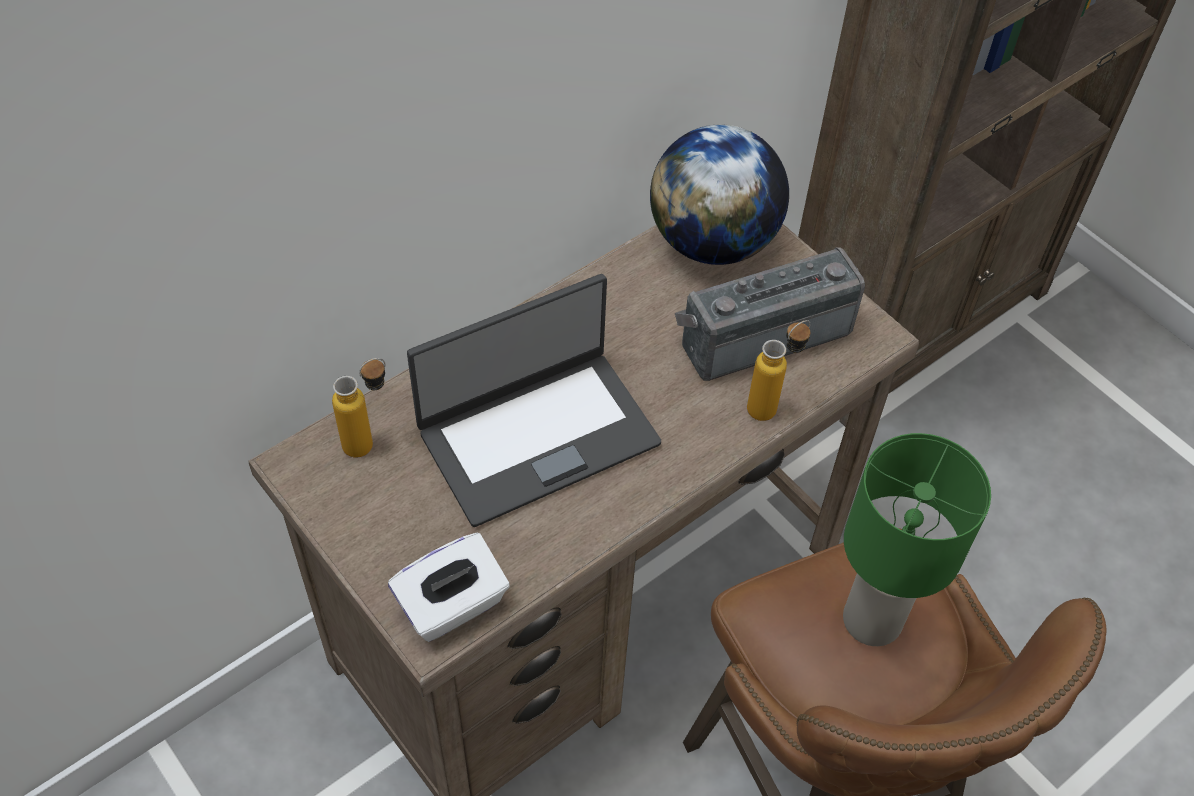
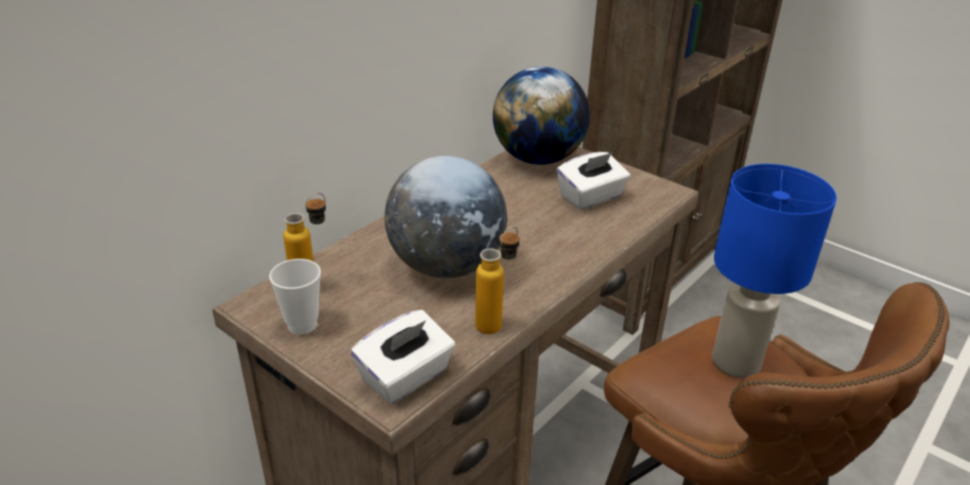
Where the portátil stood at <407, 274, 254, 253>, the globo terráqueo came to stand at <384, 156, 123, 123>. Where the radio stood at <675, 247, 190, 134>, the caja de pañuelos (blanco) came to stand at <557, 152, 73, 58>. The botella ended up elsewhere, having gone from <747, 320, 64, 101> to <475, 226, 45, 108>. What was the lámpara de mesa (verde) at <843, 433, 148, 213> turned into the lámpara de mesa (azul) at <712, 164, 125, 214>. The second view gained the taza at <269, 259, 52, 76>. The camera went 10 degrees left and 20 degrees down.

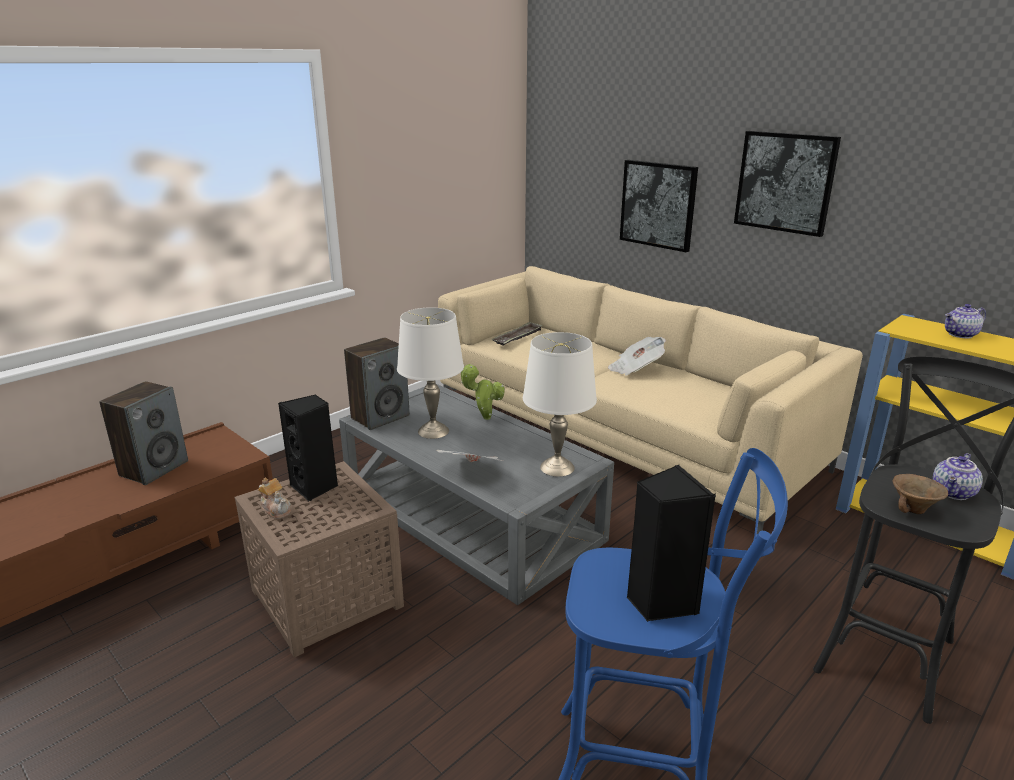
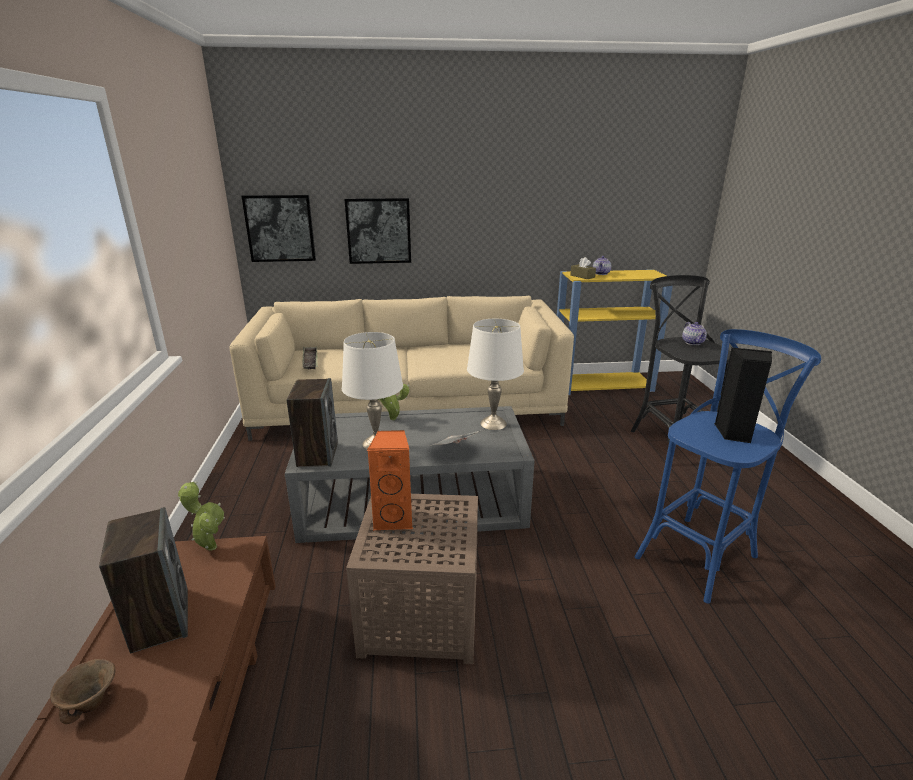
The second view lost the tetera at <258, 478, 33, 41>. What was the altavoz (negro) at <278, 395, 60, 106> turned into the altavoz (naranja) at <367, 430, 46, 100>. The second view lost the periódico at <608, 337, 58, 38>. The cuadro ended up elsewhere, having gone from <734, 131, 107, 106> to <241, 195, 75, 67>. The cuenco (marrón) ended up elsewhere, having gone from <892, 474, 57, 40> to <50, 659, 66, 65>. The second view gained the planta en maceta at <178, 482, 47, 69>. The second view gained the caja de pañuelos (marrón) at <570, 257, 26, 22>. The camera went 50 degrees left and 0 degrees up.

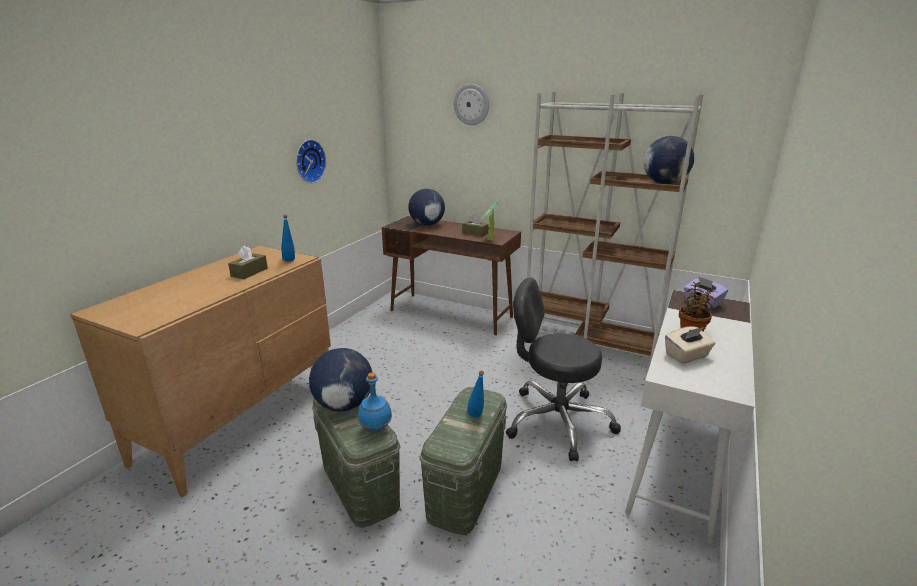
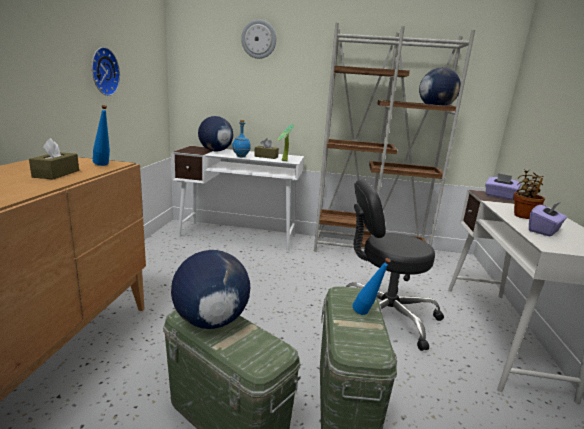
The botella (azul) ended up elsewhere, having gone from <358, 372, 34, 63> to <232, 120, 19, 37>. What was the escritorio (marrón) at <382, 216, 139, 119> turned into the escritorio (blanco) at <171, 146, 133, 104>. What was the caja de pañuelos (beis) at <665, 326, 51, 38> turned into the caja de pañuelos (morado) at <529, 202, 38, 35>. The camera went 20 degrees left and 5 degrees down.

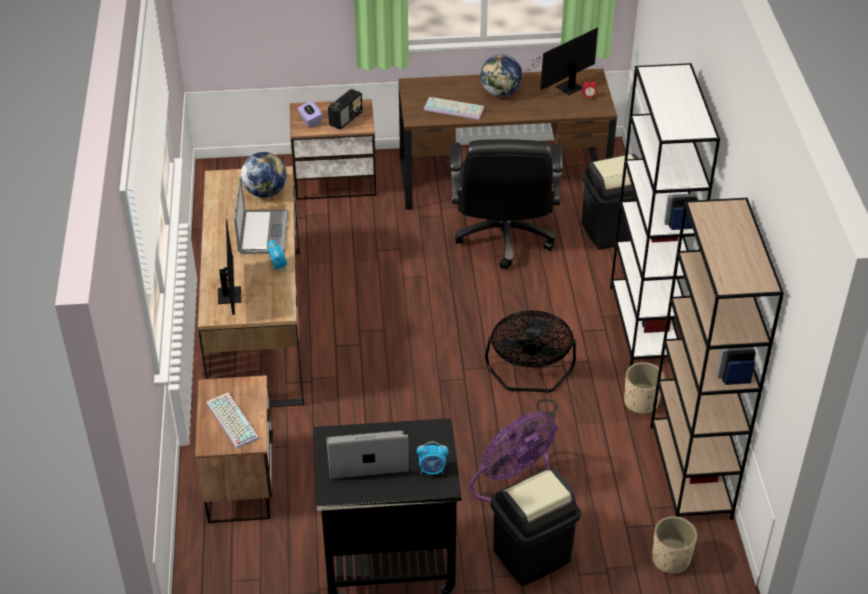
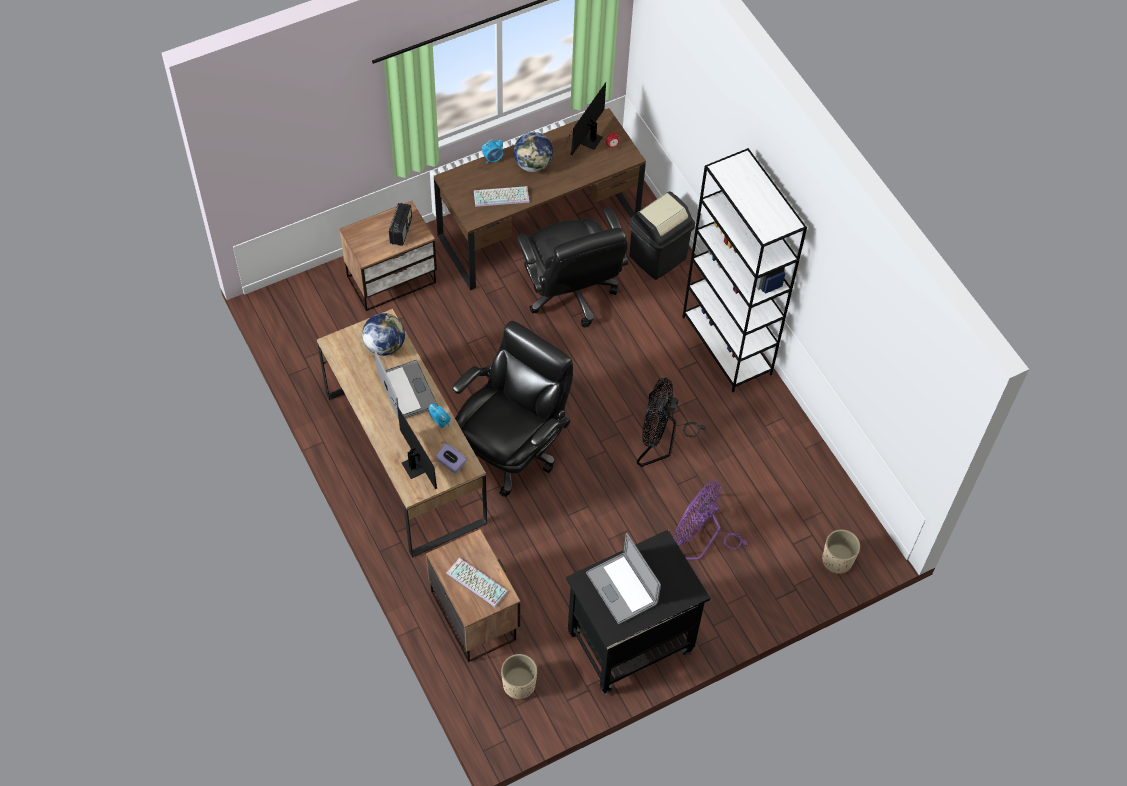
The caja de pañuelos (morado) ended up elsewhere, having gone from <297, 101, 25, 26> to <435, 443, 32, 30>. The portátil at <327, 430, 82, 49> ended up facing another way, 90 degrees counterclockwise from before. The despertador ended up elsewhere, having gone from <417, 442, 31, 33> to <482, 139, 21, 25>. The ventilador (negro) at <485, 311, 91, 107> ended up facing another way, 60 degrees counterclockwise from before. The second view lost the papelera (negro) at <491, 469, 90, 117>. The maceta (beis) ended up elsewhere, having gone from <624, 362, 40, 53> to <501, 654, 36, 45>. The second view lost the estantería (beis) at <650, 198, 134, 322>. The second view gained the silla de oficina (negro) at <453, 321, 120, 176>. The camera went 25 degrees left and 15 degrees up.

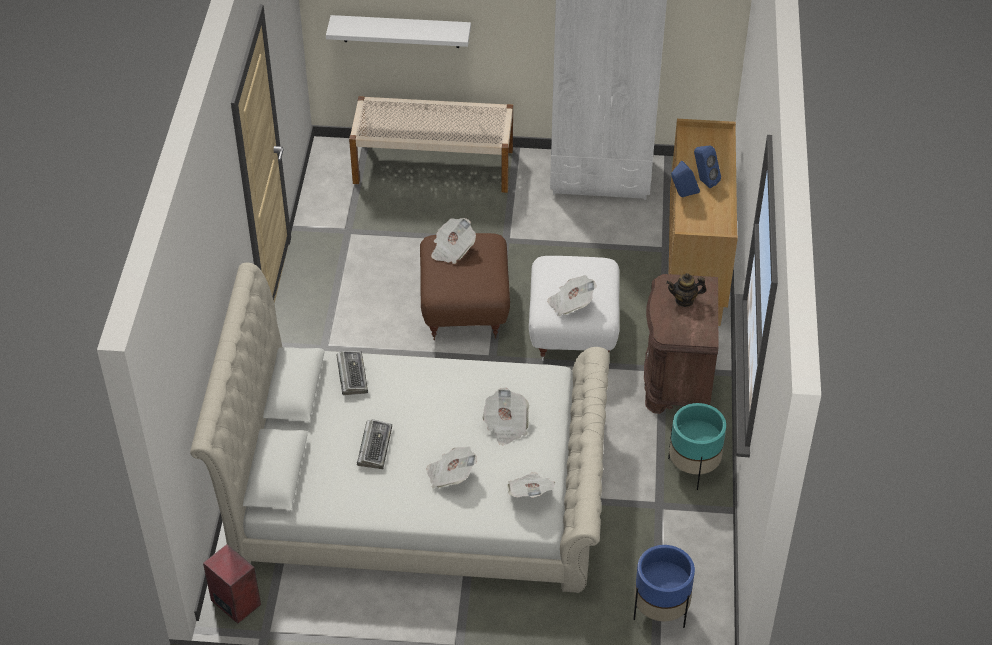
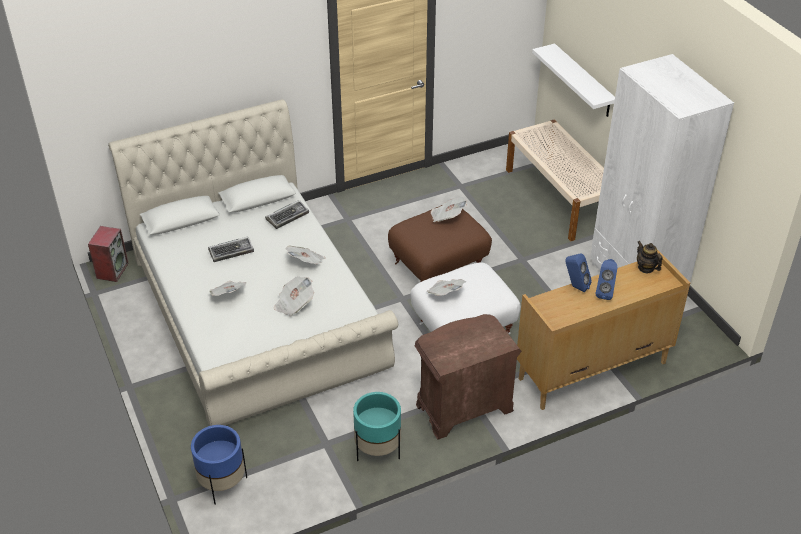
The periódico ended up elsewhere, having gone from <507, 472, 48, 26> to <285, 246, 41, 19>. The tetera ended up elsewhere, having gone from <666, 273, 41, 34> to <637, 241, 26, 32>. The camera went 60 degrees right and 5 degrees down.

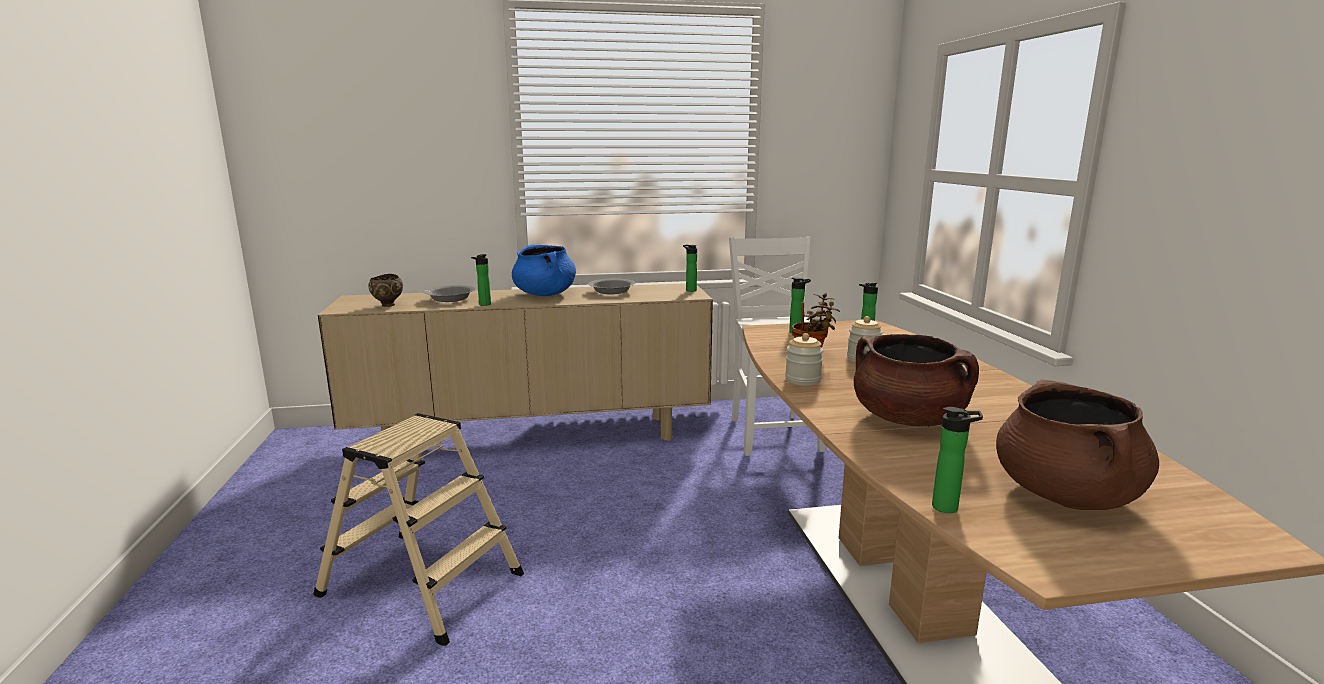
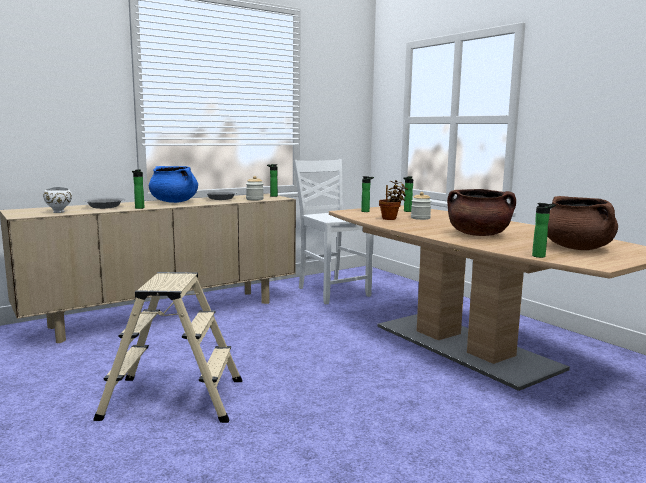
What was the cuenco (marrón) at <369, 274, 34, 33> turned into the cuenco (blanco) at <43, 187, 29, 26>. The tarro ended up elsewhere, having gone from <785, 333, 38, 53> to <246, 176, 18, 24>. The camera went 25 degrees left and 5 degrees down.

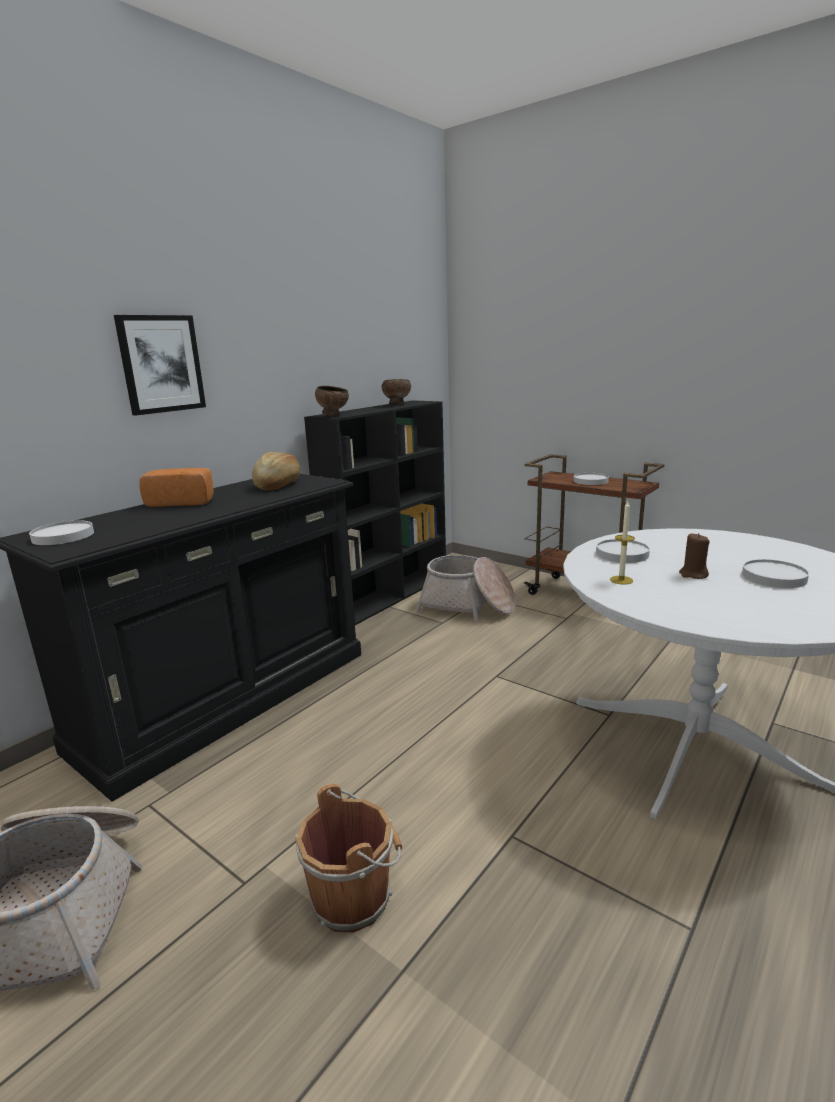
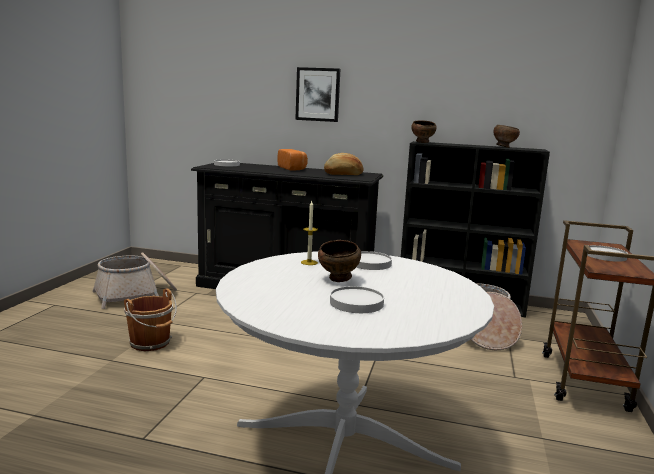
Where the vela (marrón) stood at <679, 533, 31, 46>, the cuenco (marrón) came to stand at <318, 240, 43, 42>. The camera went 65 degrees right and 5 degrees down.

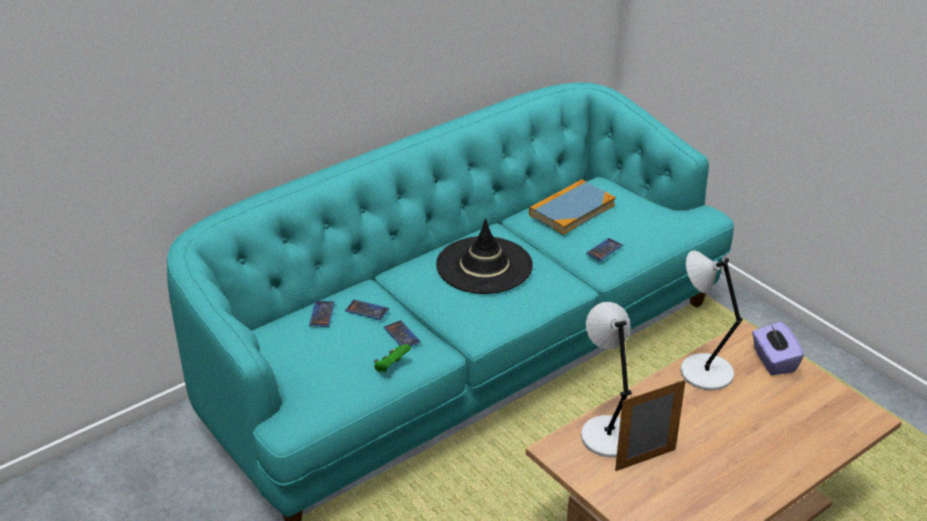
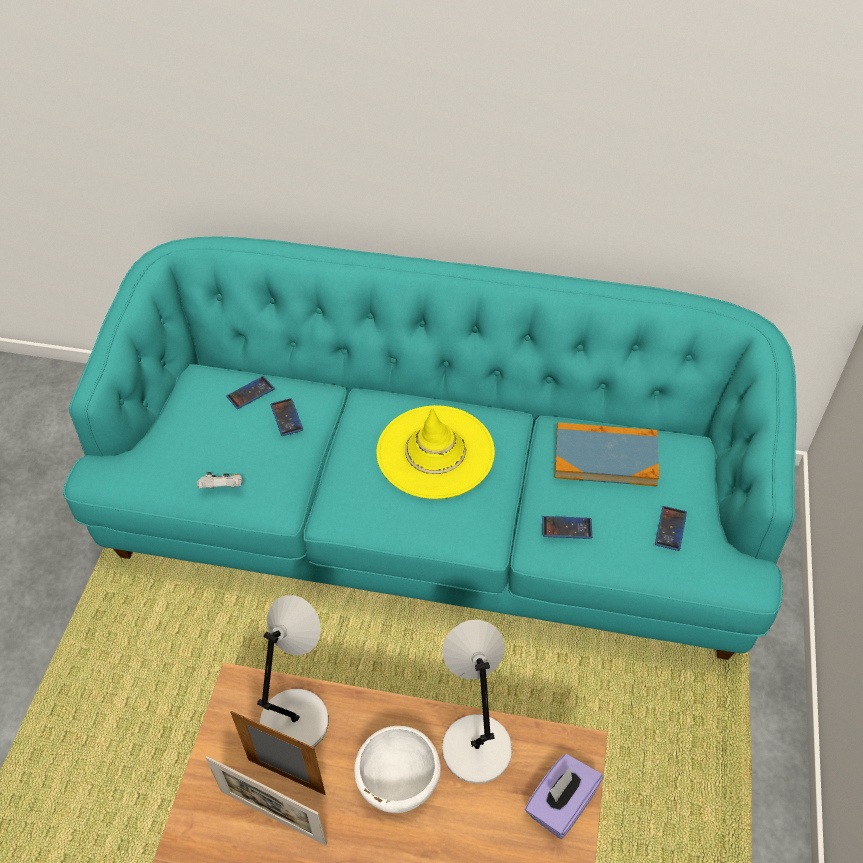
What was the mando de consola (verde) at <374, 344, 37, 28> turned into the mando de consola (blanco) at <197, 472, 46, 17>. The móvil ended up elsewhere, having gone from <384, 320, 37, 27> to <655, 506, 32, 45>. What was the sombrero (negro) at <436, 219, 97, 75> turned into the sombrero (amarillo) at <376, 405, 119, 94>. The second view gained the portarretratos at <206, 756, 121, 90>. The second view gained the cuenco (blanco) at <354, 726, 87, 87>. The camera went 50 degrees right and 15 degrees up.

